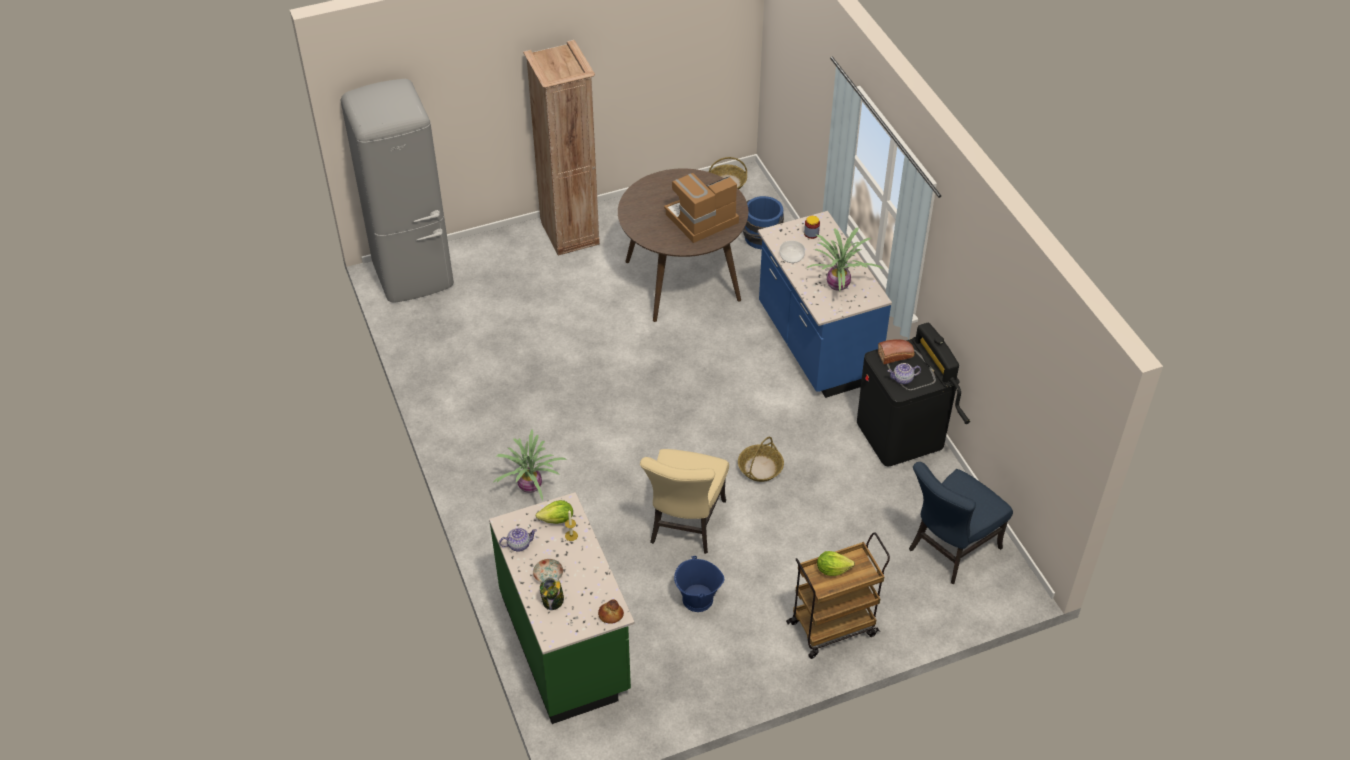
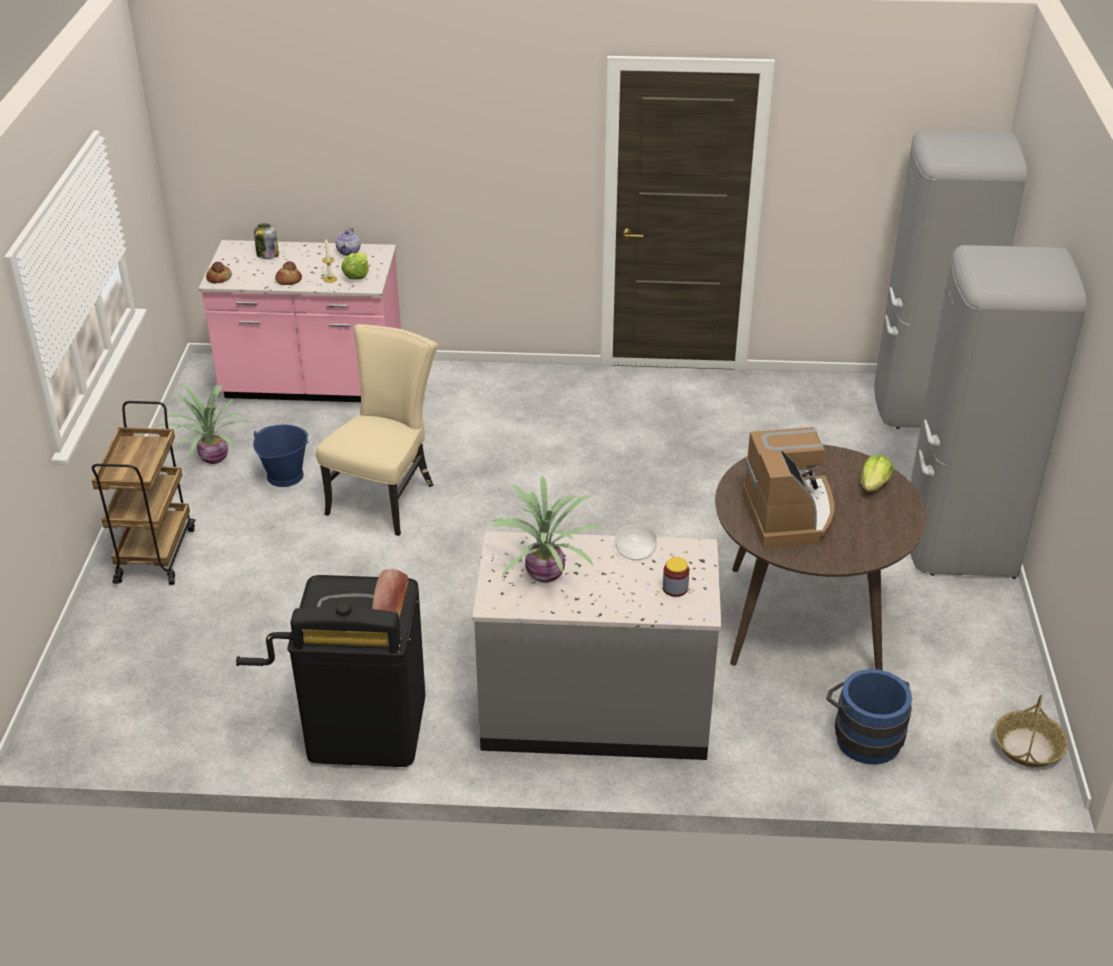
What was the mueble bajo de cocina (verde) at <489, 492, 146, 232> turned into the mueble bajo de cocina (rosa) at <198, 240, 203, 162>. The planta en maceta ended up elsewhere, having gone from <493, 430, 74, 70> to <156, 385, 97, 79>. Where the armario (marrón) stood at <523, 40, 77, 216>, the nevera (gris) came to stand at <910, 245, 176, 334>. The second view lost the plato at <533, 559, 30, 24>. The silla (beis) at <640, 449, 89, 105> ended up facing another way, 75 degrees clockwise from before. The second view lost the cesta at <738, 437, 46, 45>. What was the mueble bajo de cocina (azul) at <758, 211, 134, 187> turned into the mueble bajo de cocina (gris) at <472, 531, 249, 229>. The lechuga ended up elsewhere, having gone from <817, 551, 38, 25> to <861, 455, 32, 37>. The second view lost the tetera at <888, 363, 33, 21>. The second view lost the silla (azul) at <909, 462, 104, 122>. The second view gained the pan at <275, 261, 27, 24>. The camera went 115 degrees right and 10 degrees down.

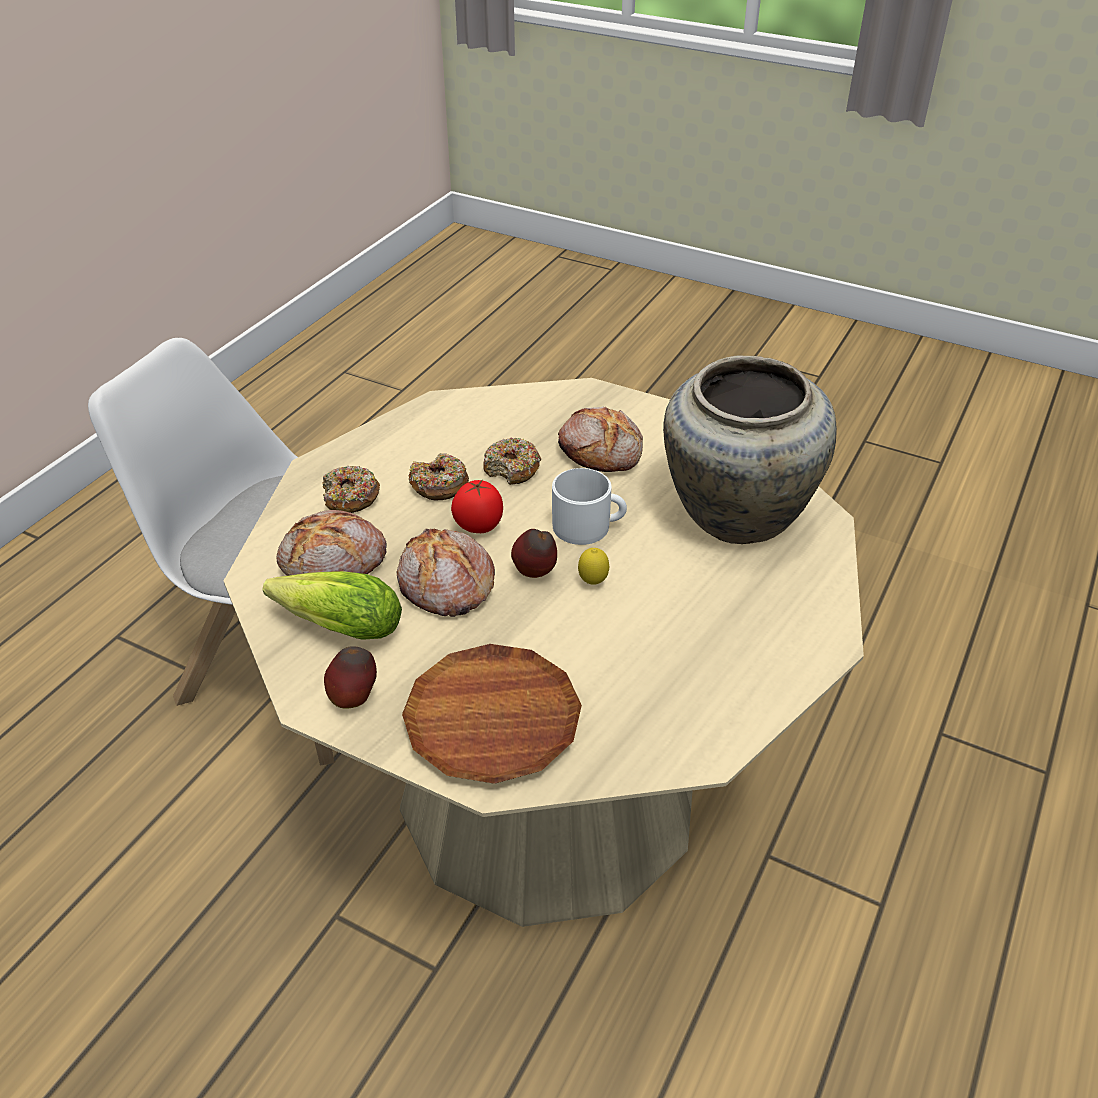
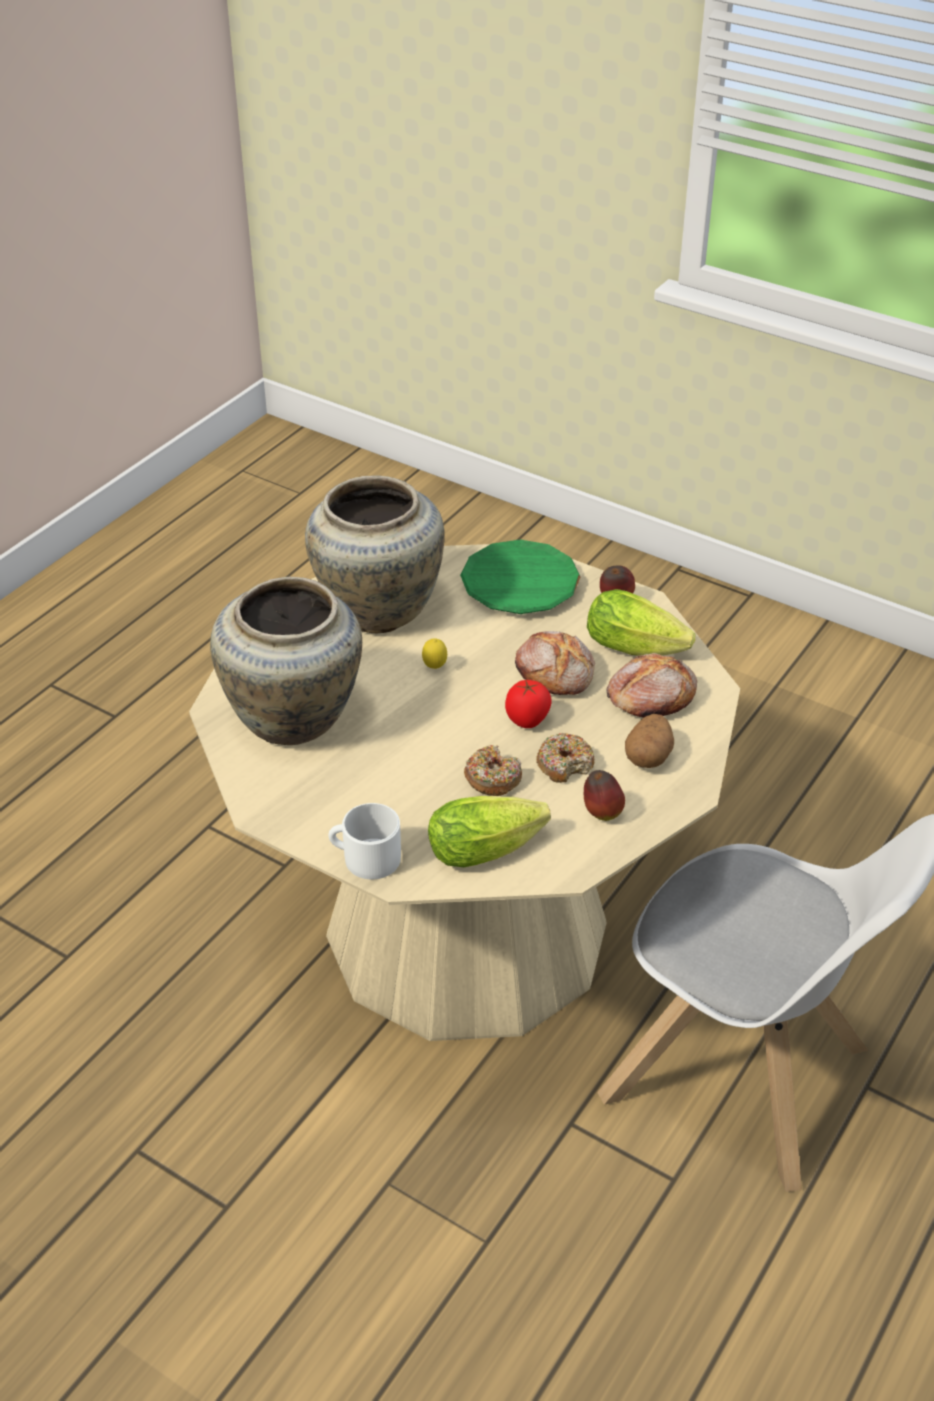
Where the rosquilla stood at <322, 466, 58, 47>, the patata came to stand at <625, 714, 49, 54>. What was the plato (marrón) at <402, 644, 180, 140> turned into the plato (verde) at <460, 540, 120, 74>. The manzana ended up elsewhere, having gone from <511, 529, 46, 49> to <584, 770, 41, 51>. The taza grande (blanco) ended up elsewhere, having gone from <552, 468, 75, 77> to <328, 803, 73, 76>. The second view lost the pan at <558, 406, 85, 66>. The second view gained the florero (beis) at <305, 476, 140, 157>. The second view gained the lechuga at <428, 796, 123, 71>. The camera went 175 degrees left and 0 degrees up.

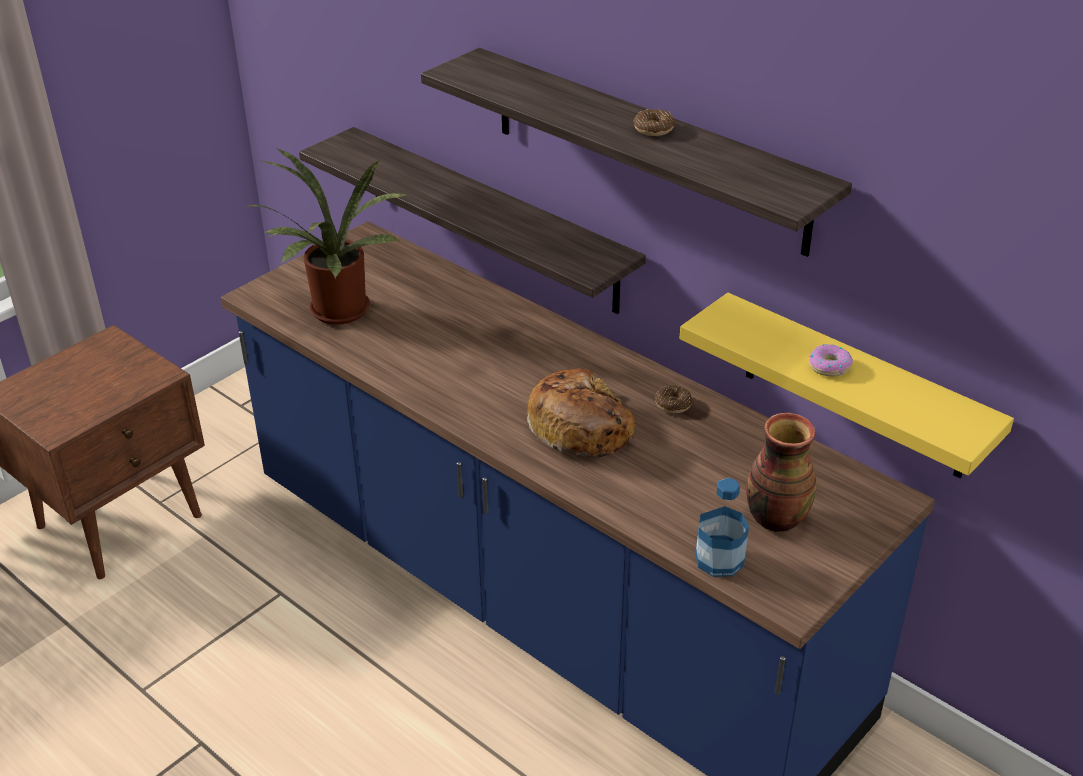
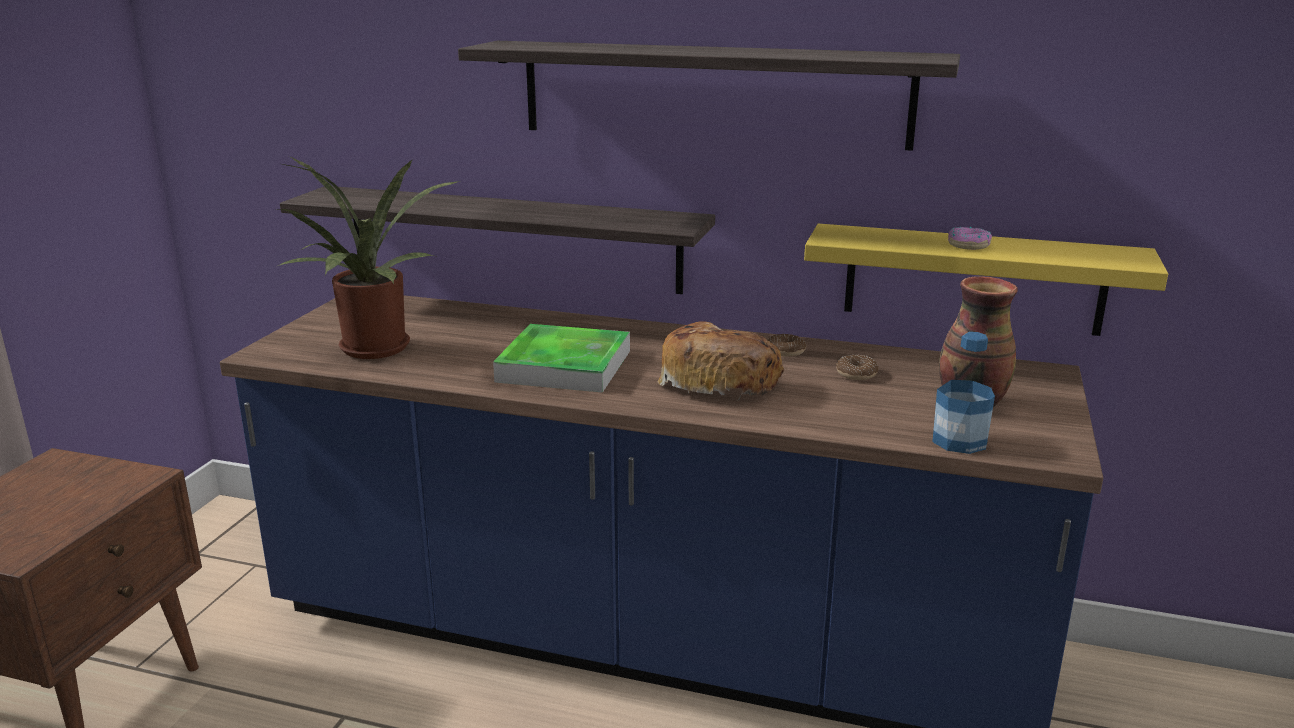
The rosquilla ended up elsewhere, having gone from <633, 109, 42, 27> to <836, 355, 43, 25>. The second view gained the bandeja at <493, 324, 137, 69>. The camera went 25 degrees left and 15 degrees down.

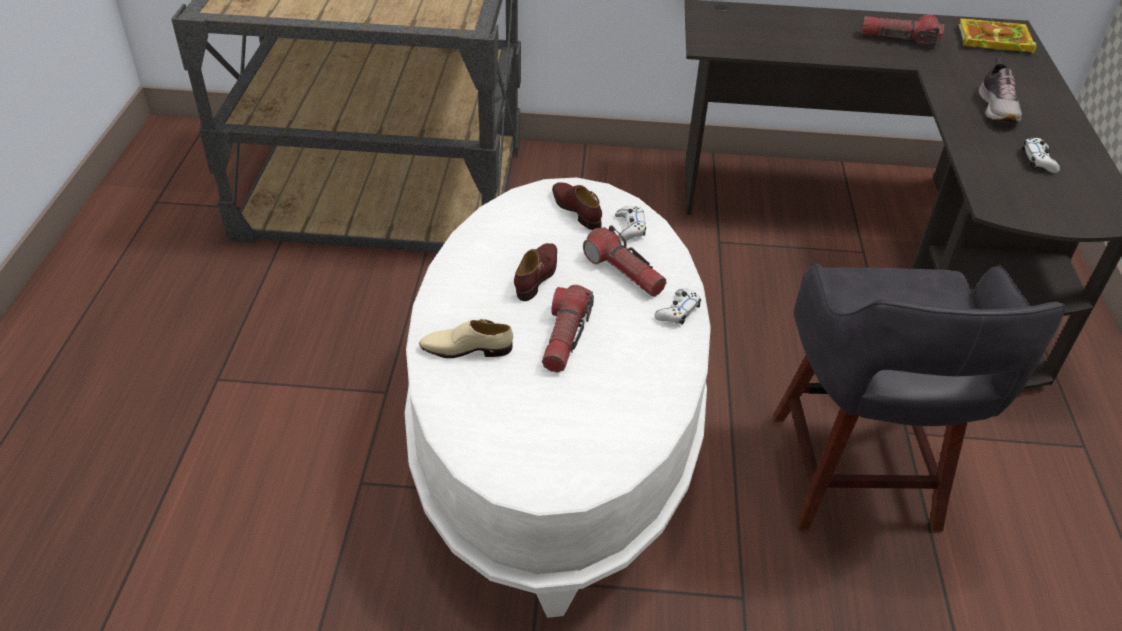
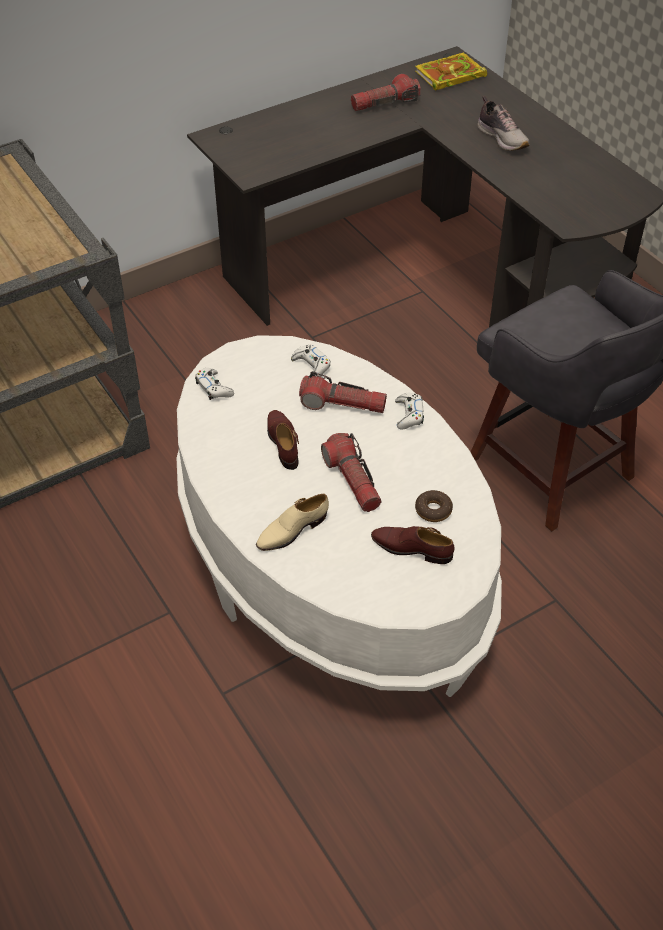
The zapato (marrón) ended up elsewhere, having gone from <552, 182, 50, 48> to <371, 526, 84, 38>. The mando de consola (blanco) ended up elsewhere, having gone from <1022, 137, 38, 36> to <195, 368, 39, 32>. The second view gained the rosquilla at <415, 490, 38, 32>. The camera went 35 degrees left and 5 degrees up.

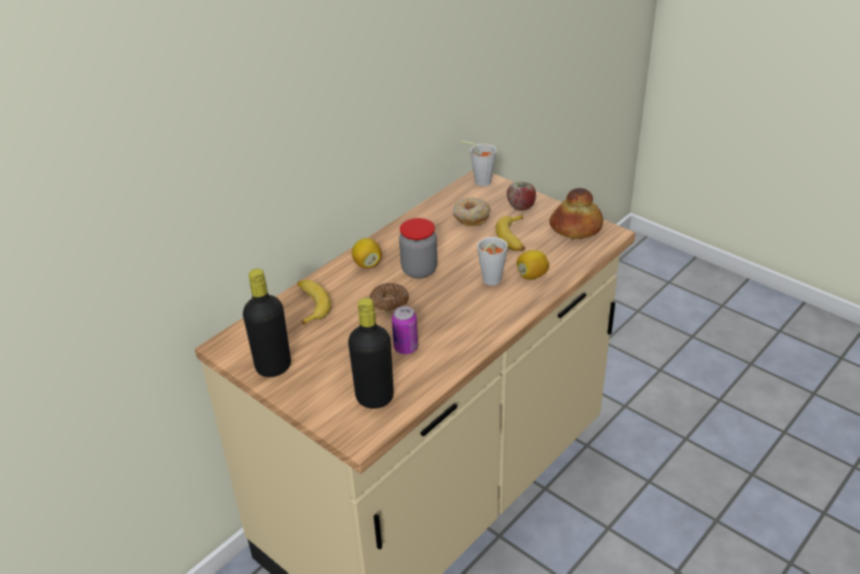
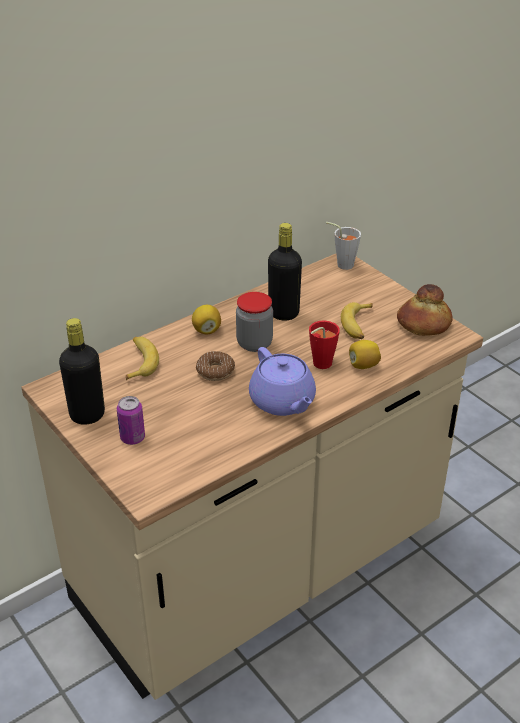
The botella (negro) ended up elsewhere, having gone from <348, 298, 46, 111> to <268, 223, 34, 97>. The lata ended up elsewhere, having gone from <392, 306, 26, 48> to <117, 396, 28, 49>. The second view lost the rosquilla at <452, 198, 38, 28>. What was the taza (gris) at <477, 237, 31, 48> turned into the taza (rojo) at <309, 321, 31, 48>. The second view lost the manzana at <507, 182, 29, 29>. The second view gained the tetera (morado) at <249, 347, 67, 69>. The camera went 10 degrees right and 0 degrees up.

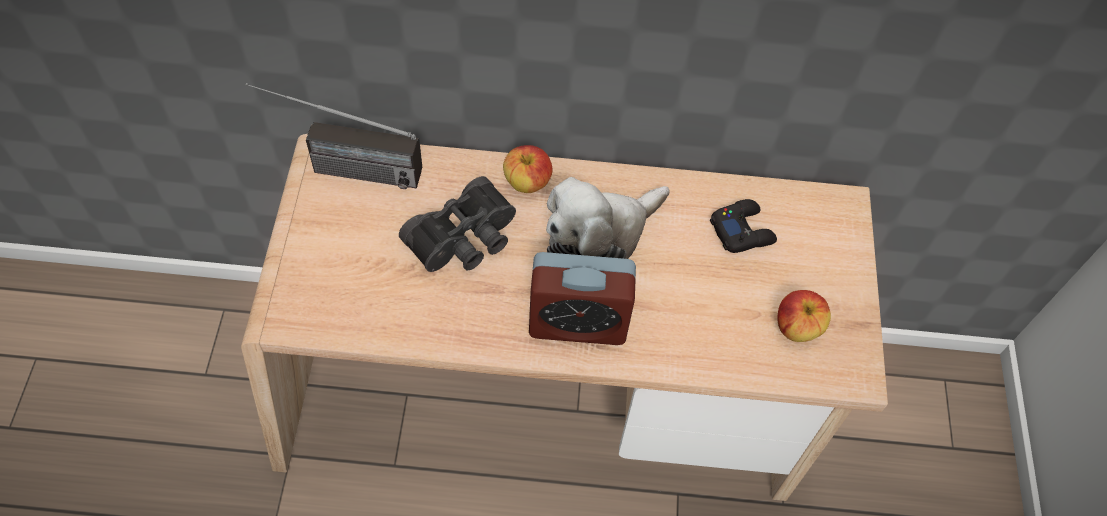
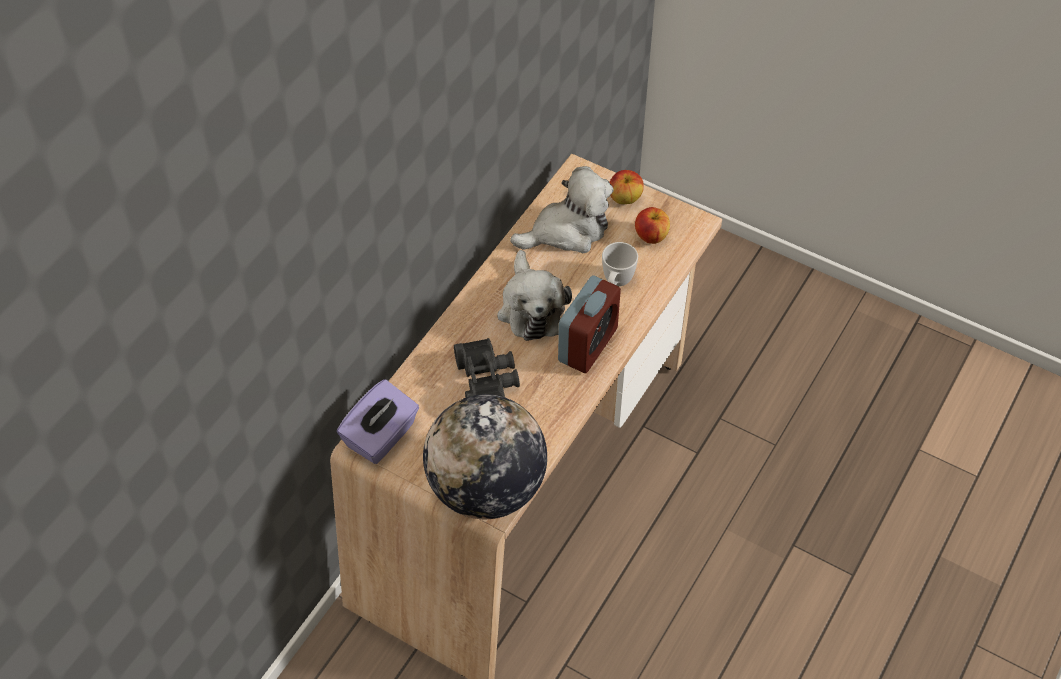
Where the radio stood at <245, 83, 177, 106>, the caja de pañuelos (morado) came to stand at <337, 379, 82, 85>. The manzana ended up elsewhere, having gone from <503, 145, 50, 48> to <609, 170, 35, 34>. Where the mando de consola (negro) stood at <710, 199, 67, 54>, the peluche came to stand at <510, 166, 104, 87>. The second view gained the globo terráqueo at <423, 394, 124, 125>. The second view gained the taza grande (blanco) at <602, 242, 36, 44>. The camera went 60 degrees left and 5 degrees down.

